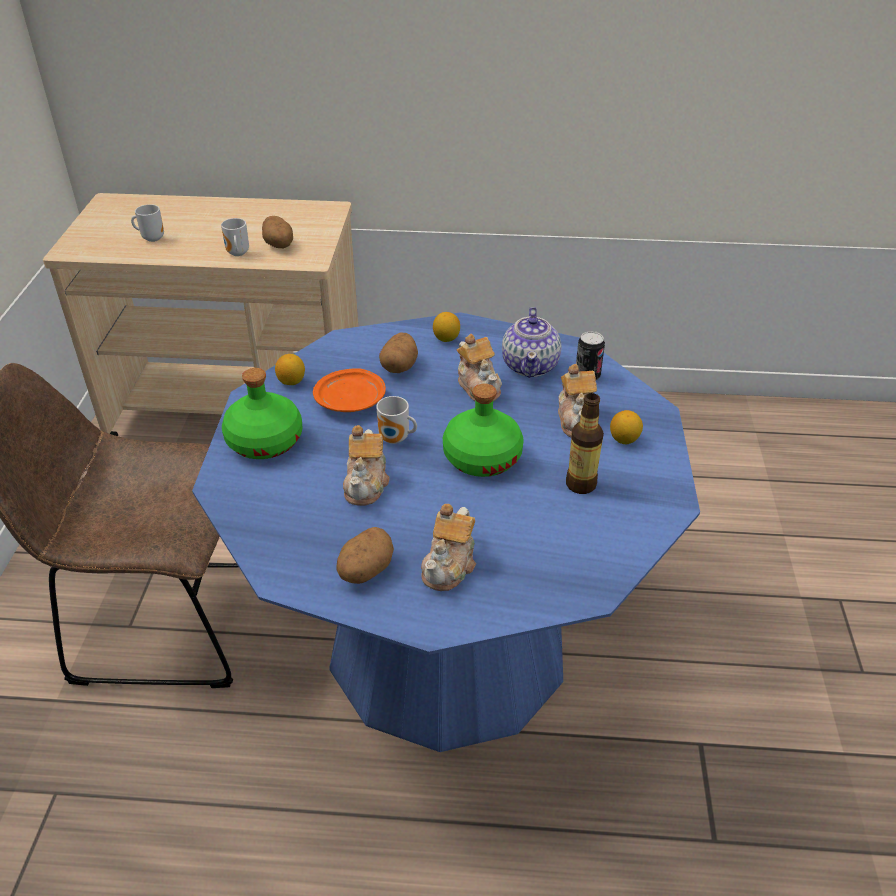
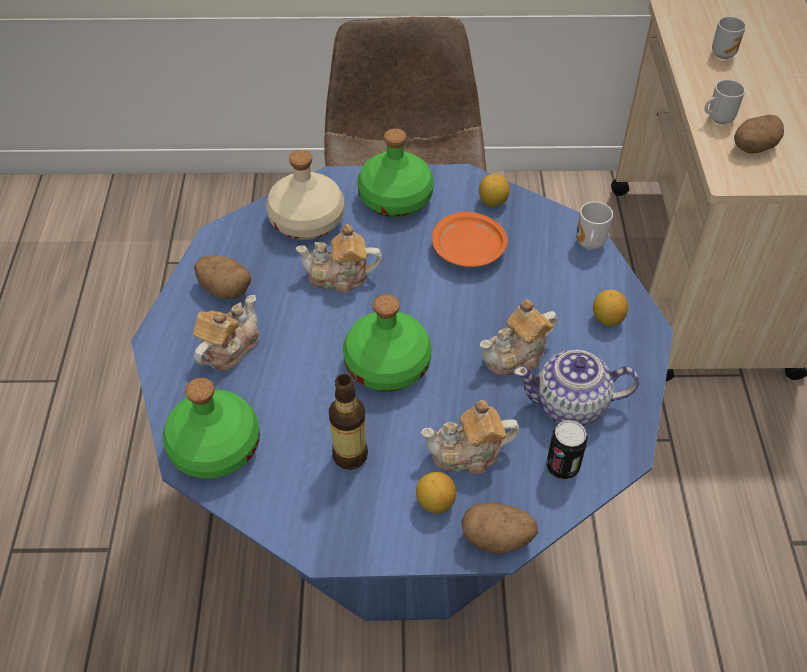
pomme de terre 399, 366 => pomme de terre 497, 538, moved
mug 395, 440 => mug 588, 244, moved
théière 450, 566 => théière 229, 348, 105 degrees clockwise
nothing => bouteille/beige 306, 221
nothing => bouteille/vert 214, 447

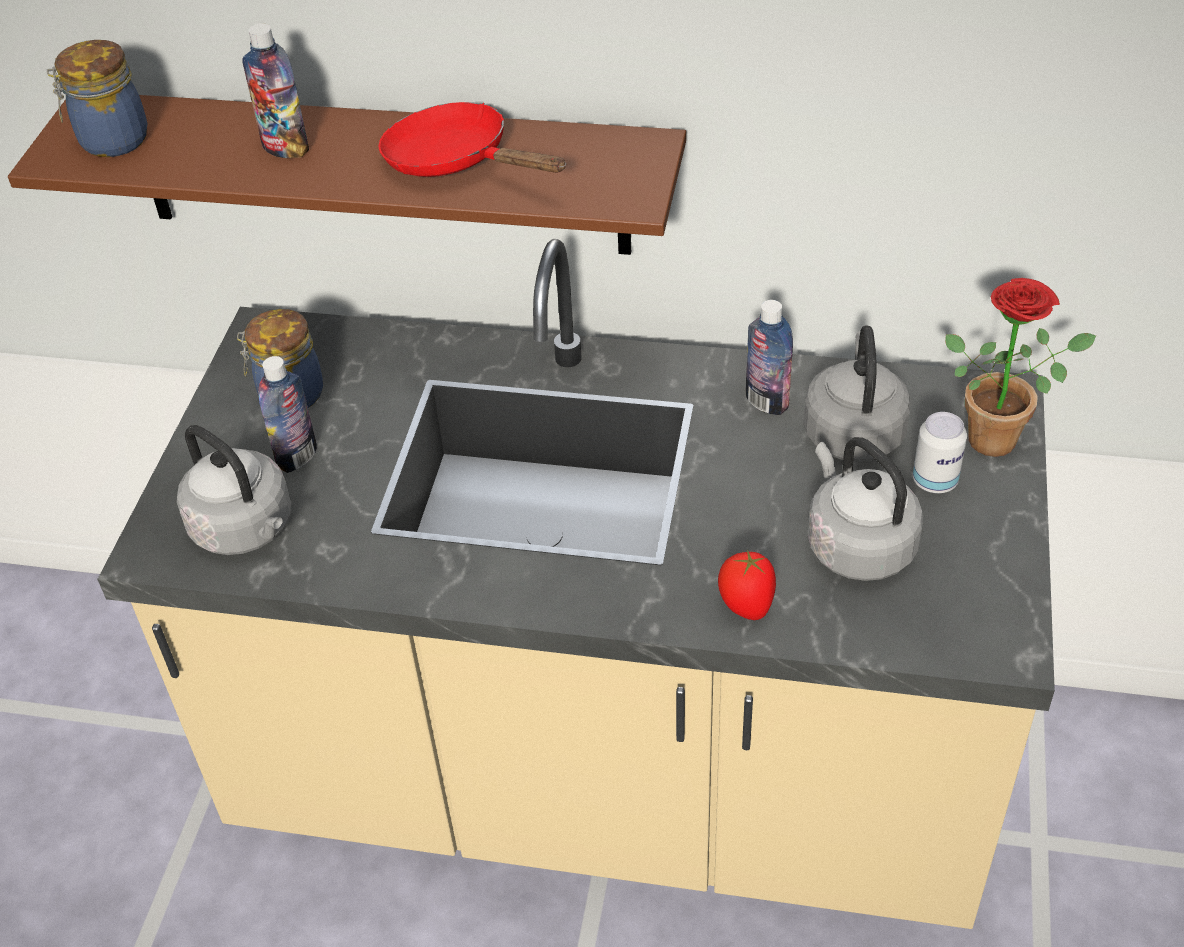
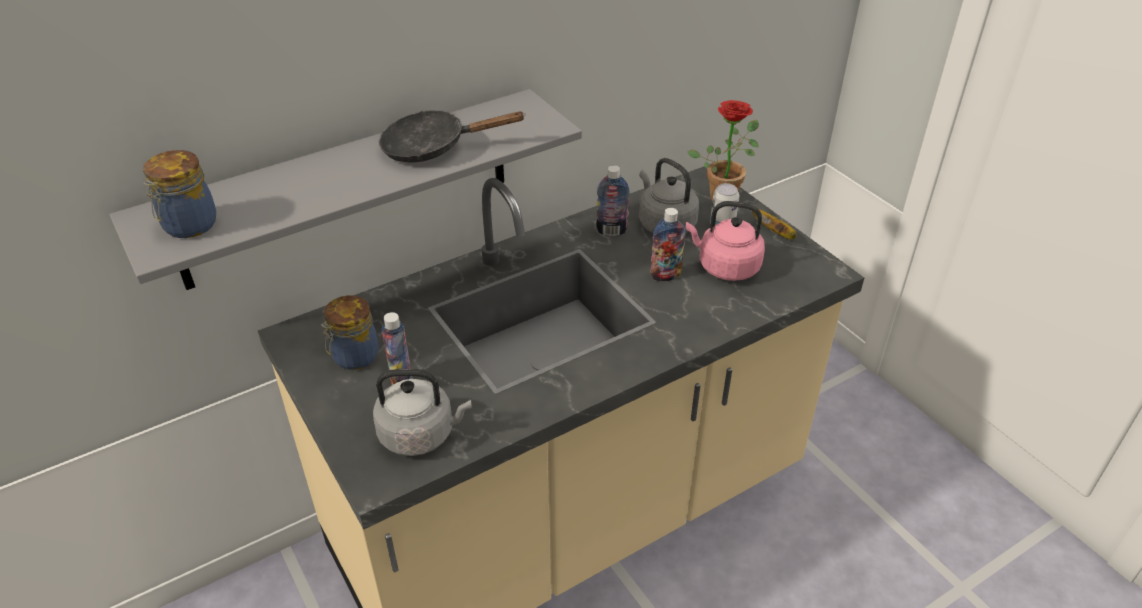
bouteille 285, 149 => bouteille 665, 275, moved
étagère/marron 380, 173 => étagère/gris 347, 189
poêle/rouge 457, 161 => poêle/noir 433, 147
bouilloire/gris 857, 545 => bouilloire/rose 725, 267
tomate 745, 606 => nothing
nothing => banane 775, 233

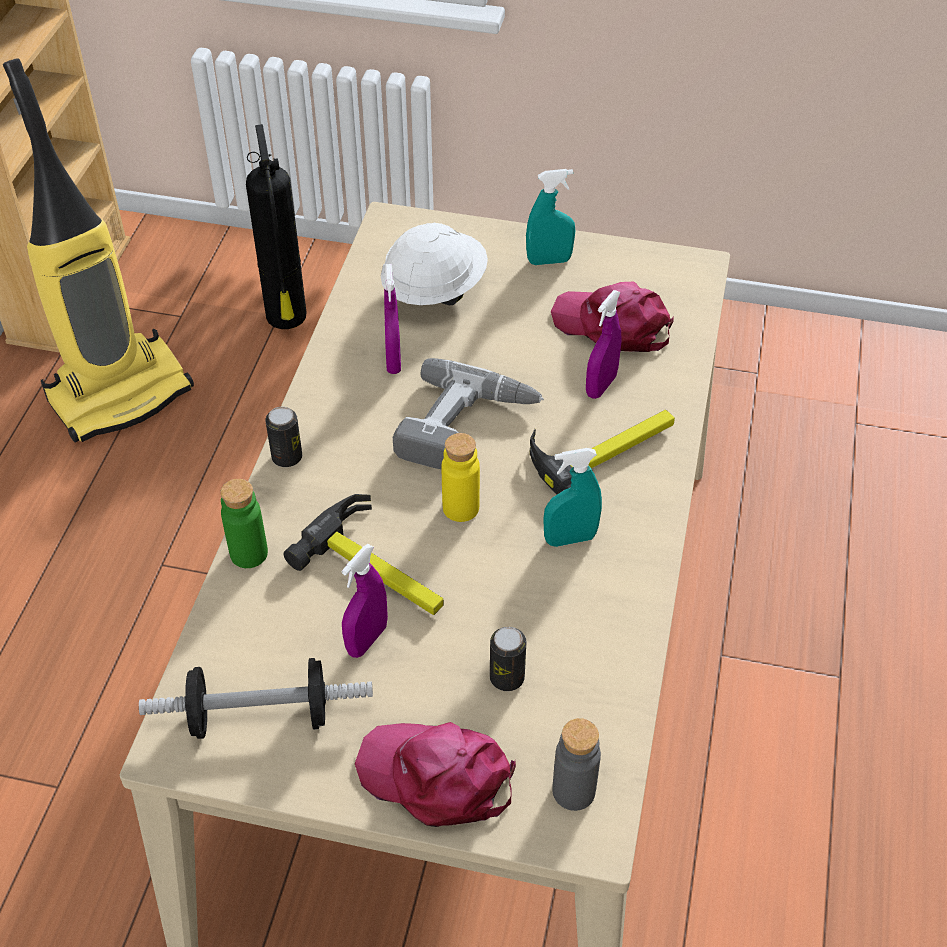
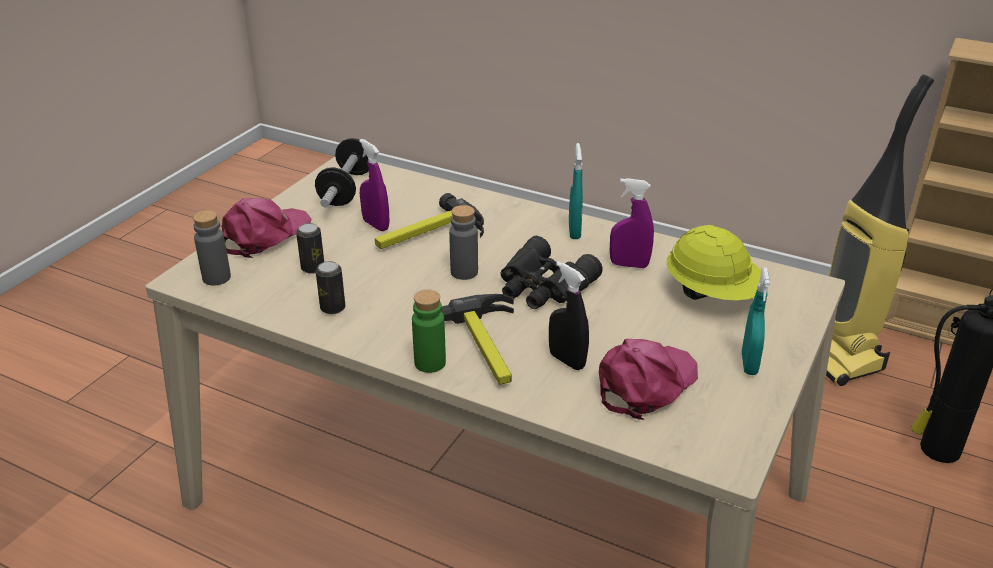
casque de chantier/blanc 434, 291 => casque de chantier/jaune 712, 294
vaporisateur/violet 601, 386 => vaporisateur/noir 567, 360
perceuse 466, 427 => jumelles/noir 543, 286
boîte métallique 287, 457 => boîte métallique 333, 308, moved
bouteille/jaune 461, 508 => bouteille/gris 464, 272
vaporisateur/turquoise 570, 539 => vaporisateur/turquoise 574, 231, moved
bouteille/vert 249, 553 => bouteille/vert 430, 363, moved

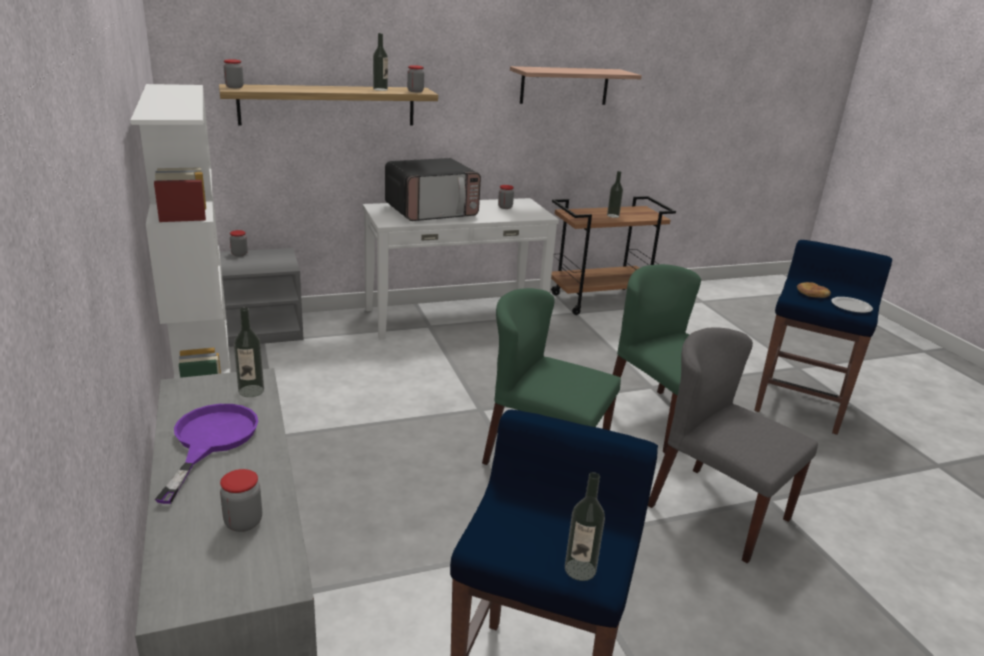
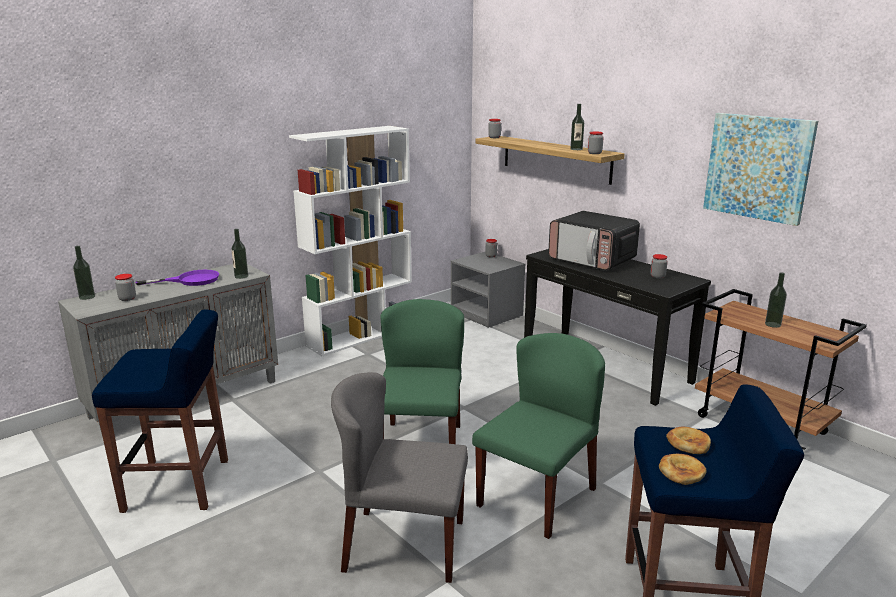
étagère 564, 86 => tableau 758, 167
table console/blanc 455, 316 => table console/noir 605, 365
assiette 850, 306 => pain 681, 471
chaise/gris 717, 512 => chaise/gris 403, 545, 105 degrees counterclockwise
bouteille 580, 569 => bouteille 87, 297, moved

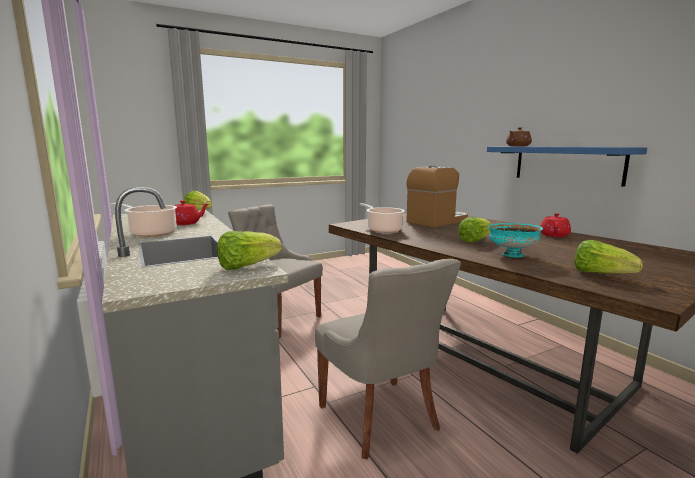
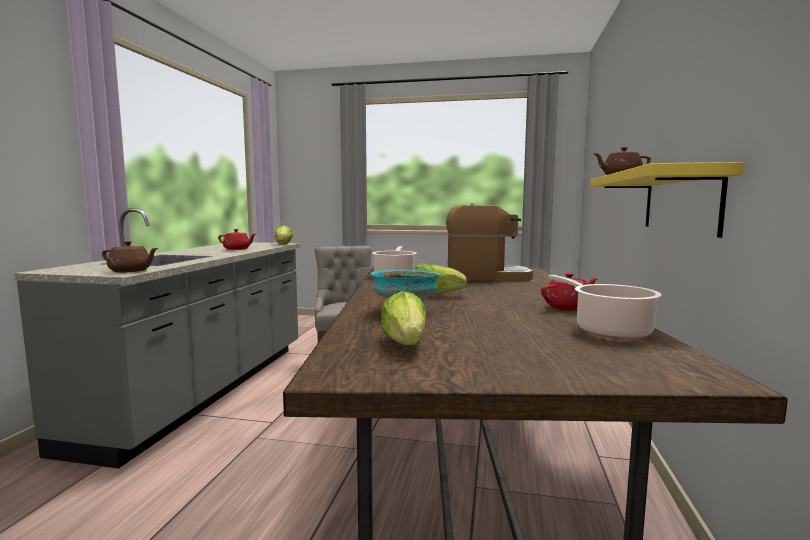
étagère/bleu 566, 164 => étagère/jaune 679, 202
marmite 151, 233 => marmite 608, 330, moved
laitue 247, 266 => théière/marron 131, 271
chaise/gris 381, 418 => nothing

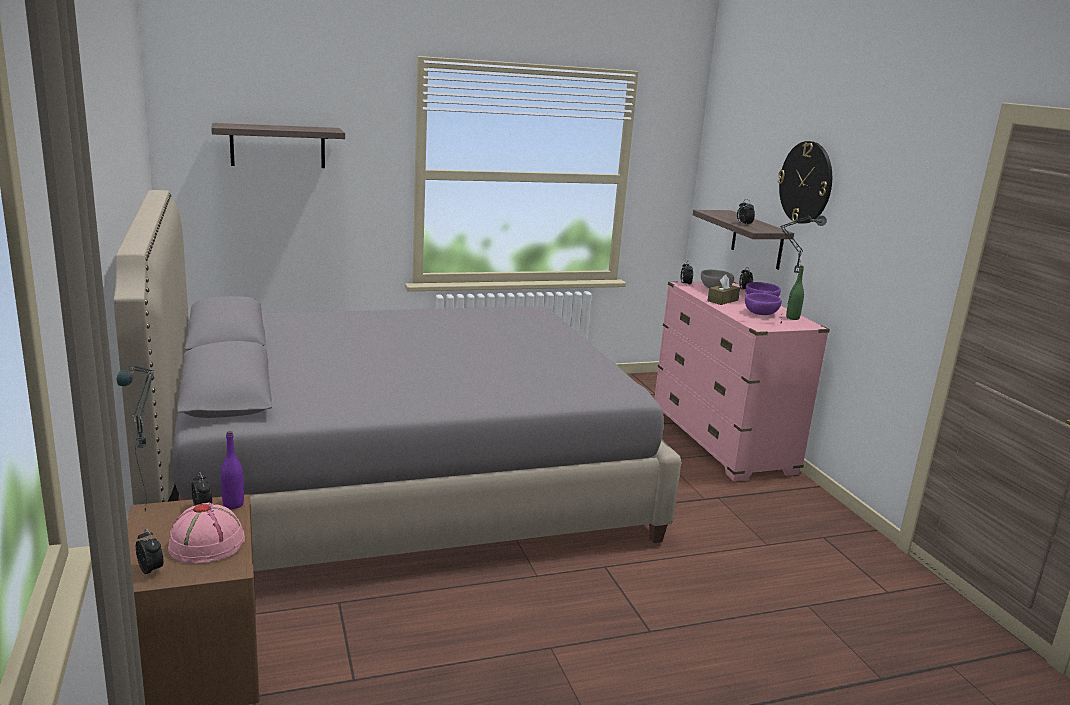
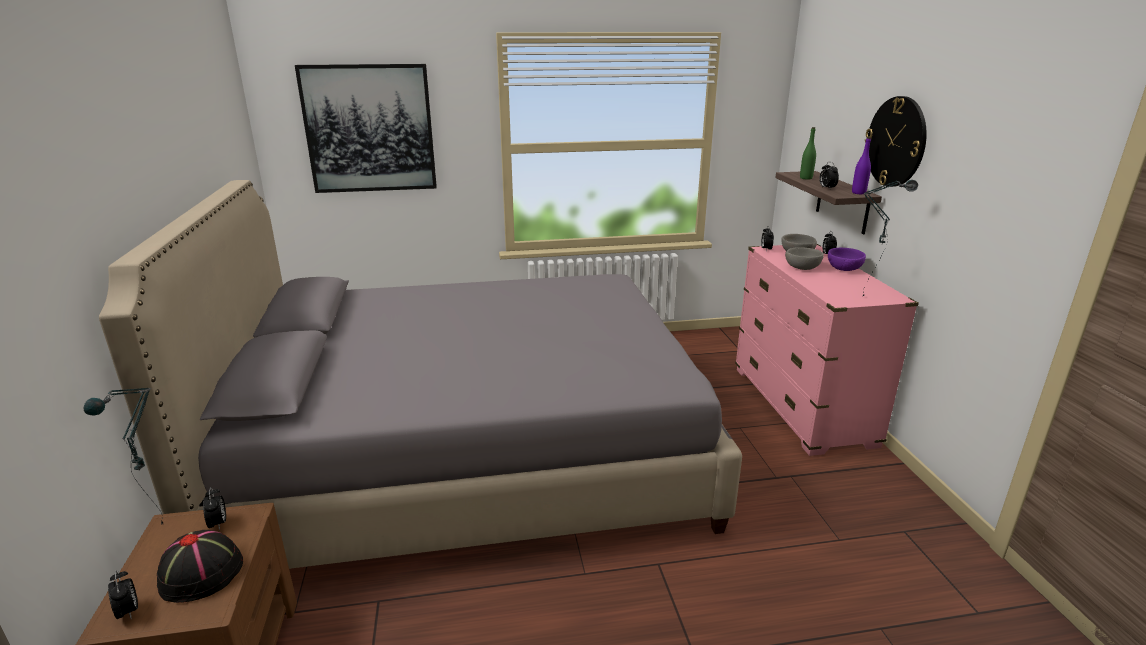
étagère 278, 146 => tableau 369, 129
bouteille/vert 792, 318 => bouteille/vert 806, 178, moved
boîte à mouchoirs/marron 723, 300 => bol/gris 802, 268
bol/violet 761, 314 => nothing
bouteille/violet 233, 504 => bouteille/violet 858, 193, moved
chapeau/rose 207, 544 => chapeau/noir 202, 573

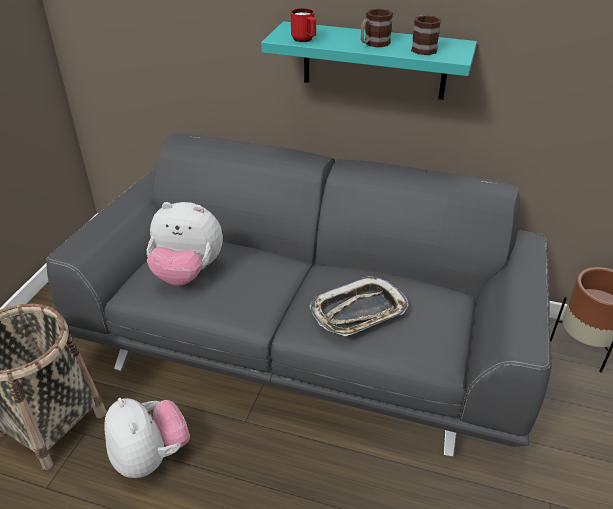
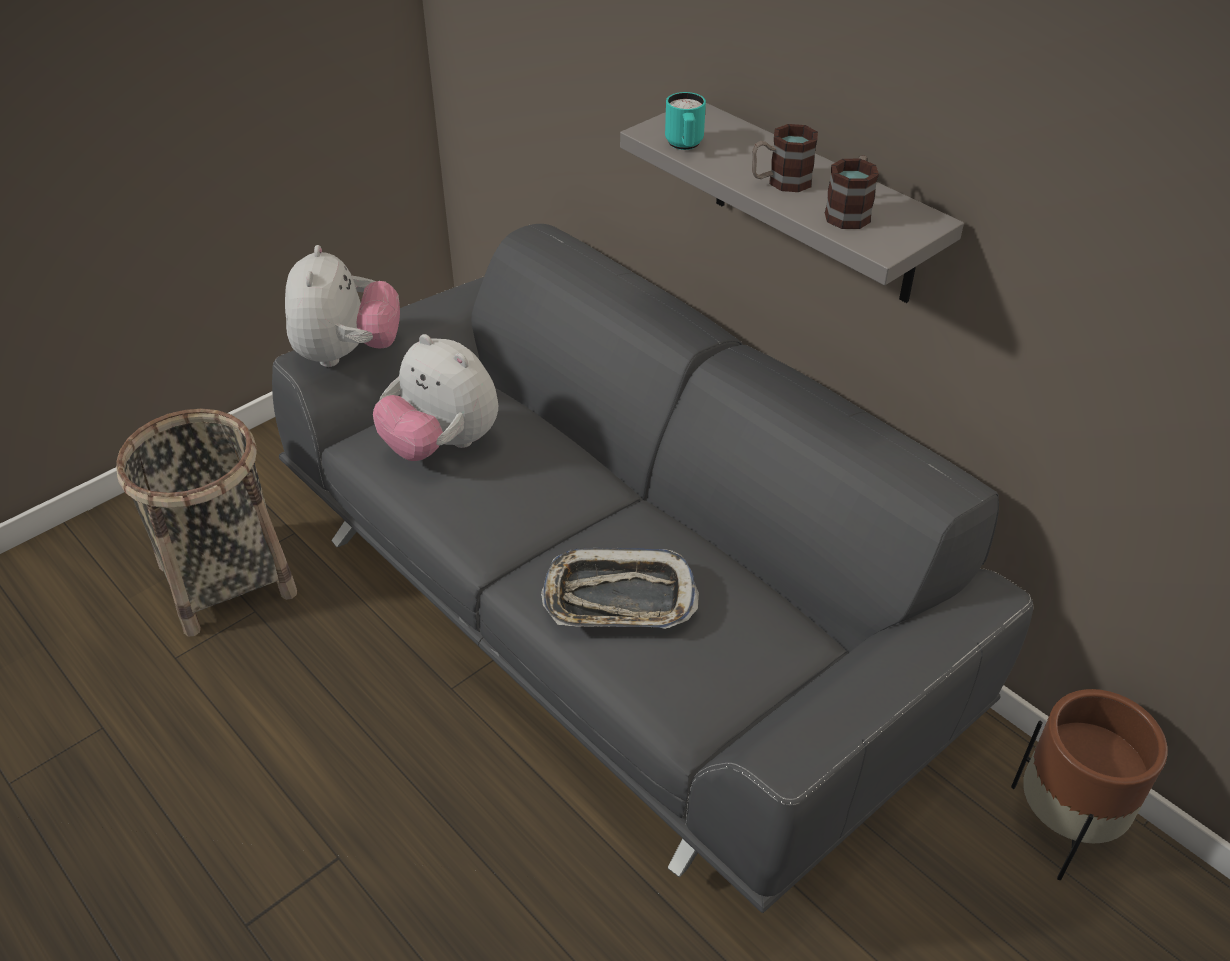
mug/rouge 305, 40 => mug/turquoise 684, 146
étagère/turquoise 374, 61 => étagère/gris 814, 203
peluche 150, 456 => peluche 347, 354, moved

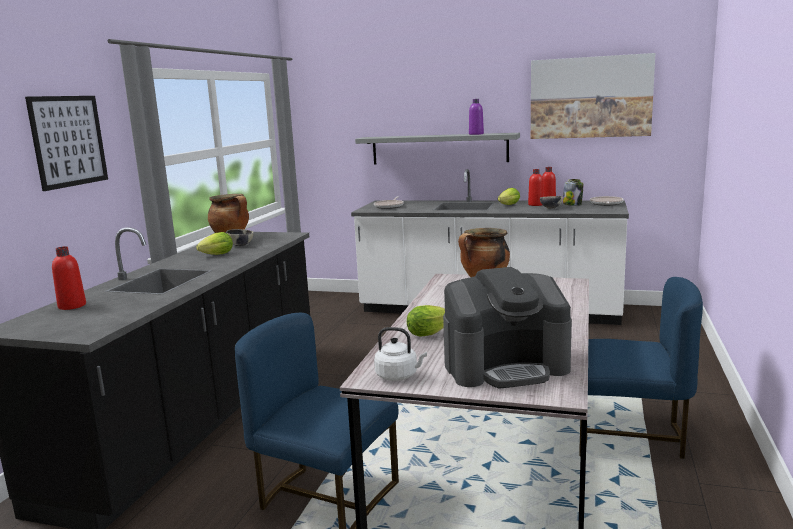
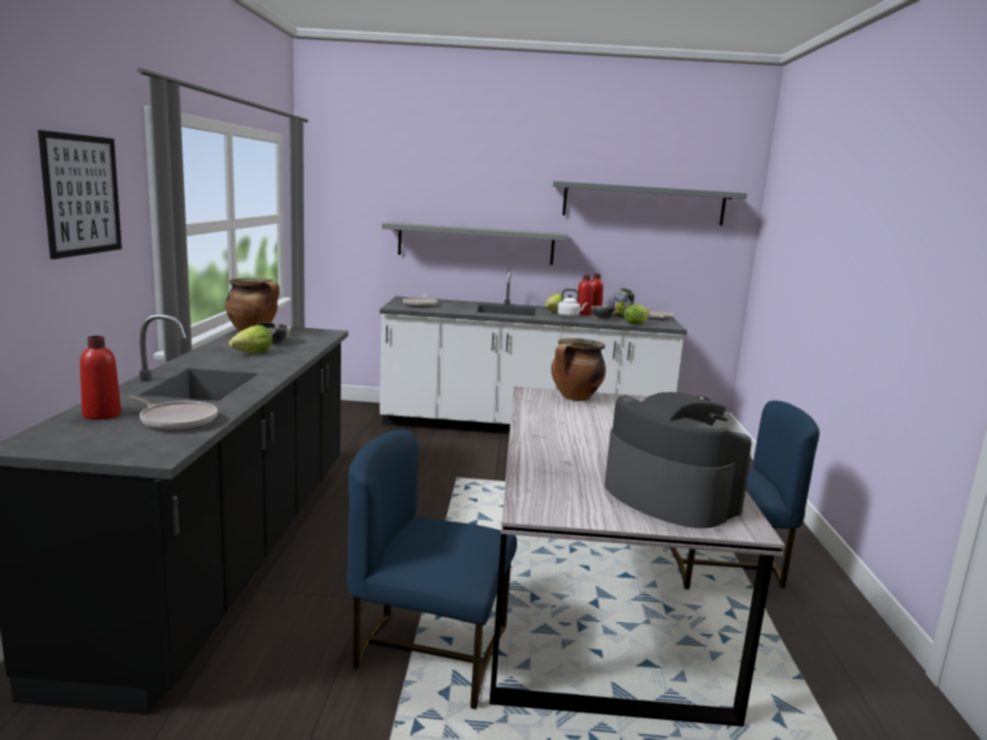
tableau 590, 97 => étagère/gris 643, 203
bouteille/violet 476, 134 => nothing
machine à café 506, 366 => machine à café 668, 496, 105 degrees counterclockwise
laitue 431, 333 => laitue 636, 323, moved
bouilloire/blanc 399, 376 => bouilloire/blanc 569, 316, moved
nothing => poêle 176, 421

